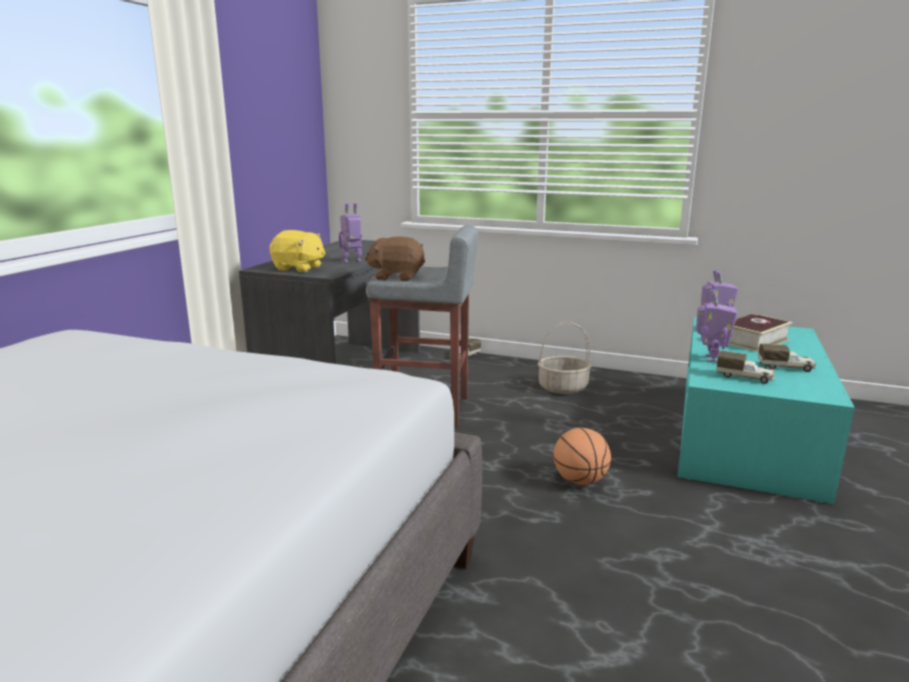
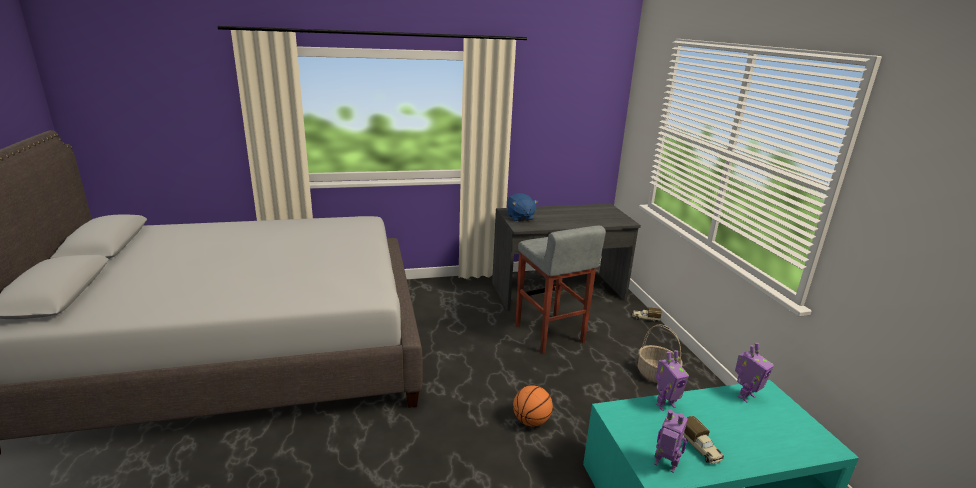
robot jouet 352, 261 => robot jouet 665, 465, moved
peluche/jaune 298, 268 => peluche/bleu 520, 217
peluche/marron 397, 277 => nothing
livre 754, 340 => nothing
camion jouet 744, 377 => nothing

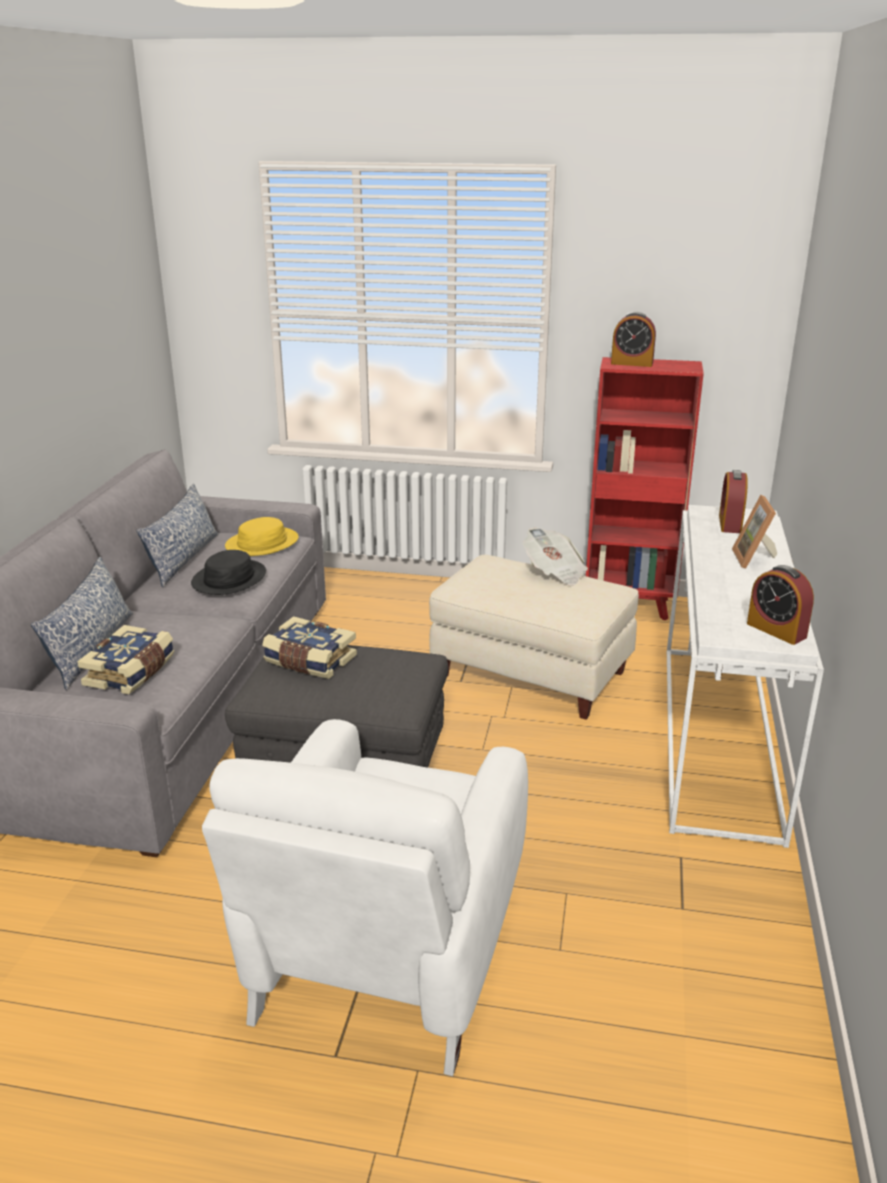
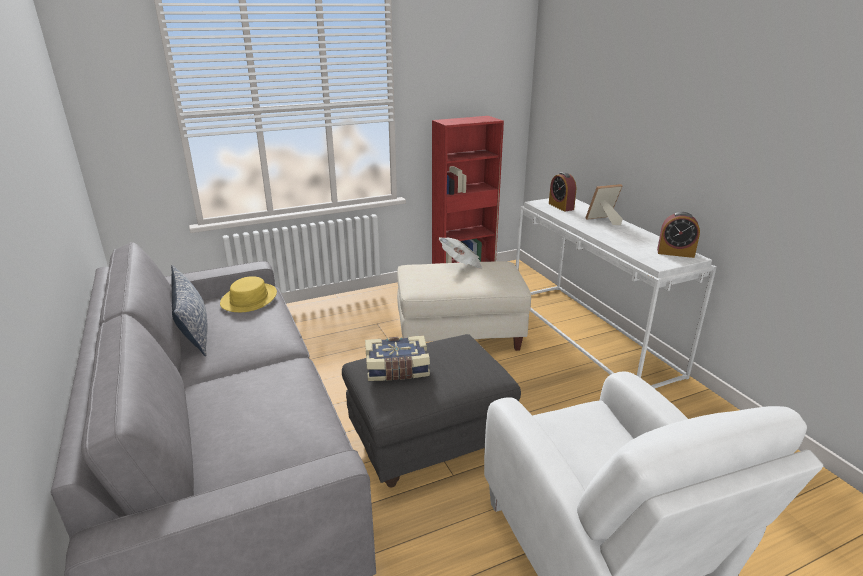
réveil 632, 363 => nothing
cadre photo 755, 559 => cadre photo 603, 221, 105 degrees clockwise
chapeau/noir 229, 579 => nothing
coussin 91, 649 => nothing
livre 131, 672 => nothing

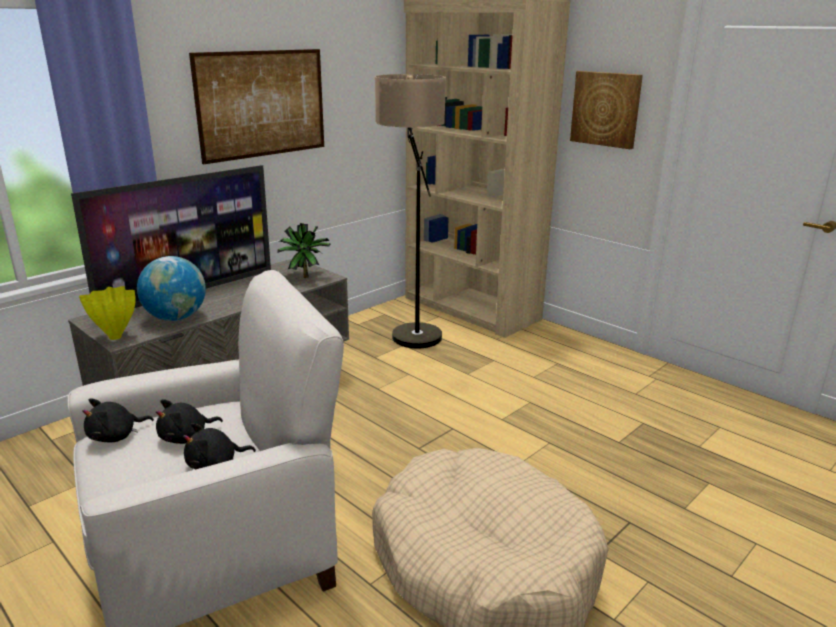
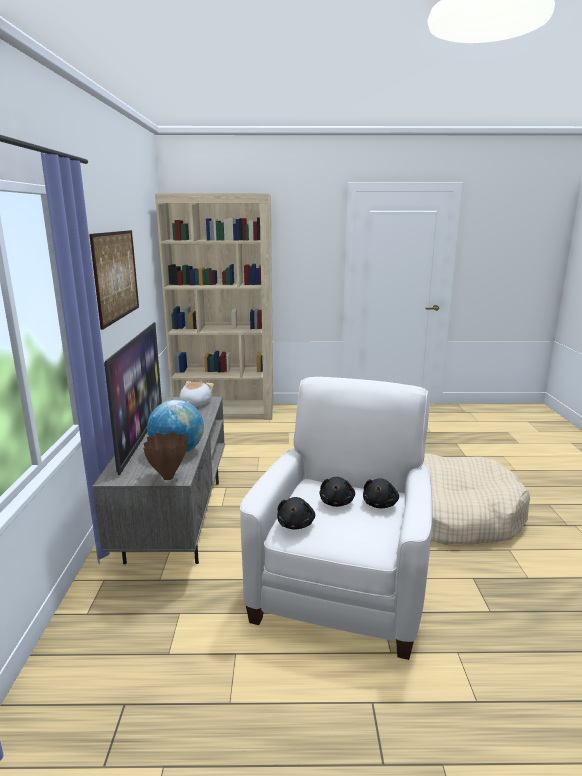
tableau 606, 109 => nothing
lampadaire 412, 346 => nothing
plante en pot 304, 276 => peluche 194, 404
vase/jaune 116, 337 => vase/marron 169, 477

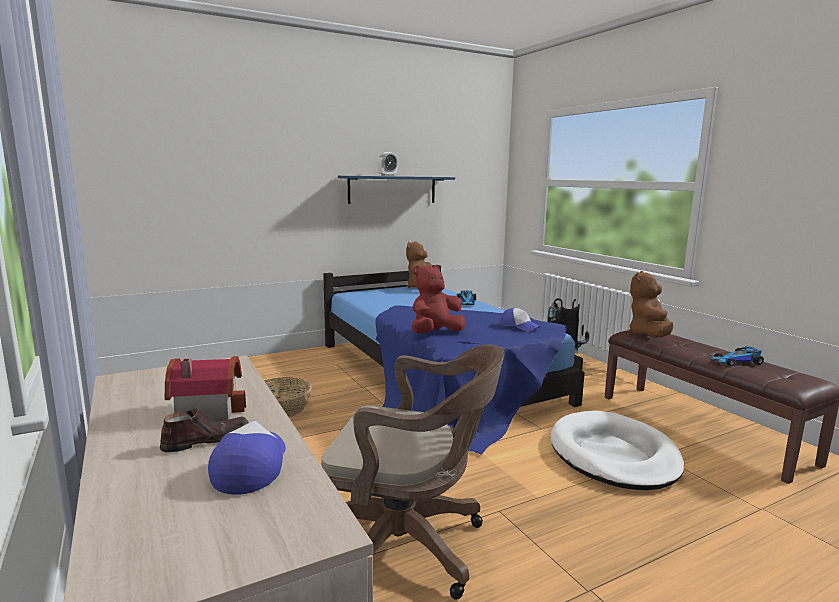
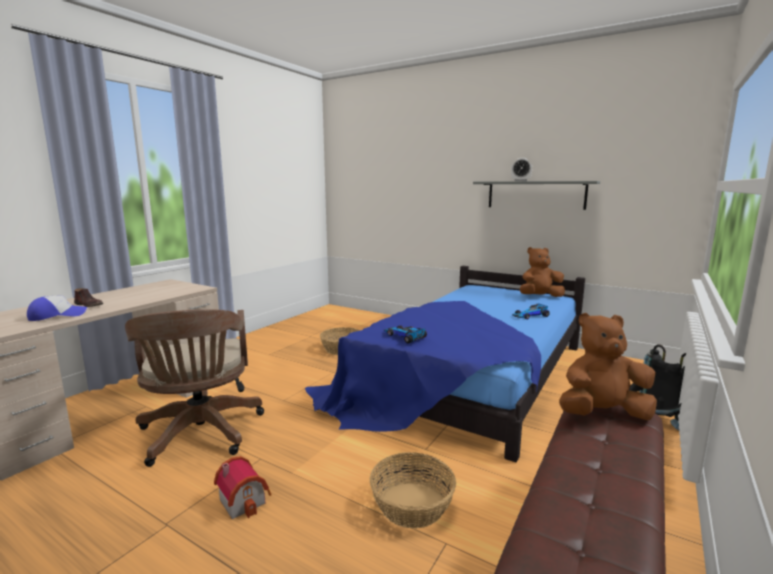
étagère/bleu 392, 189 => étagère/gris 535, 195
peluche/rouge 435, 334 => nothing
casquette 519, 326 => nothing
petite voiture 735, 361 => petite voiture 404, 337, moved
maison miniature 206, 409 => maison miniature 245, 499, moved
panier pour chien/blanc 613, 455 => panier 411, 505

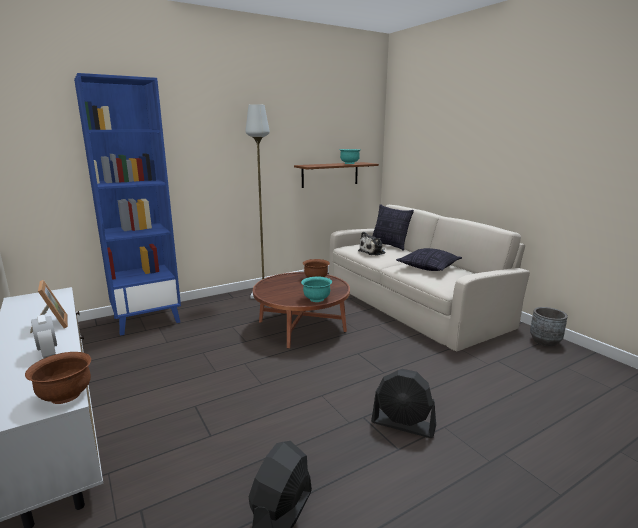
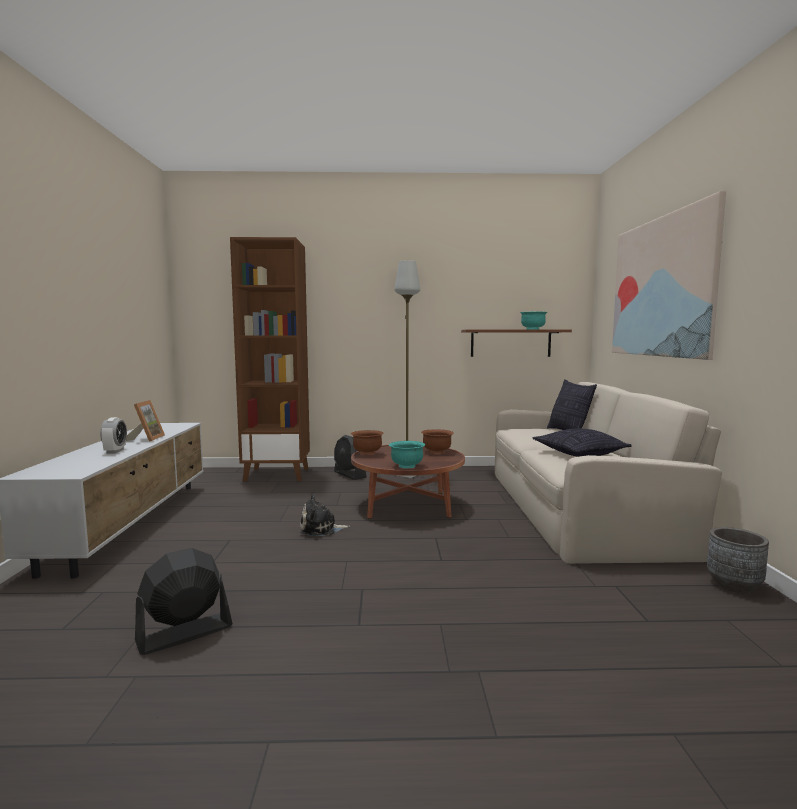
bibliothèque/bleu 147, 319 => bibliothèque/marron 277, 474
peluche 373, 252 => peluche 321, 529, moved
bol/marron 65, 396 => bol/marron 367, 453, moved
ventilateur/noir 403, 424 => ventilateur/noir 349, 474, moved
nothing => tableau 661, 287

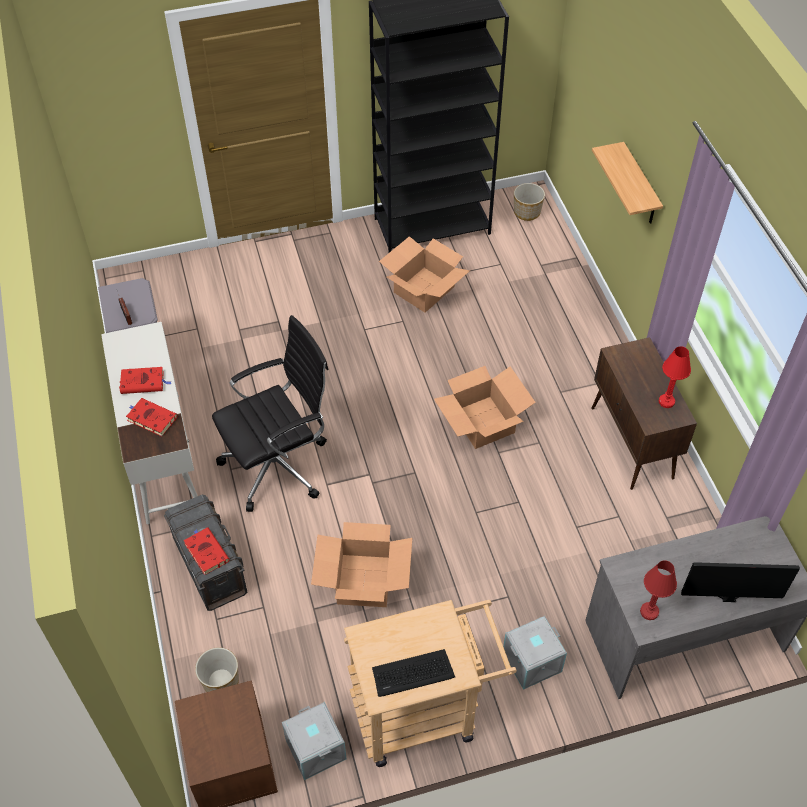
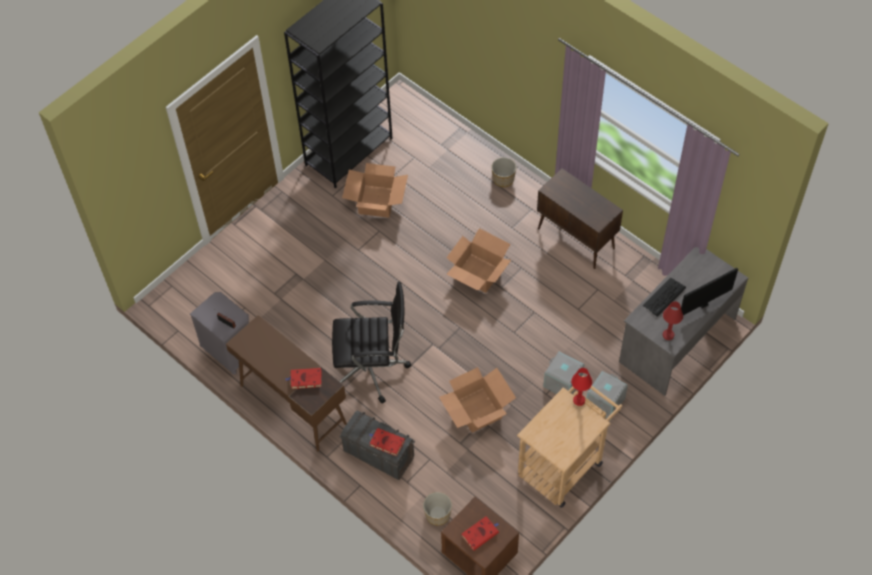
étagère 640, 186 => nothing
cache-pot 527, 212 => cache-pot 503, 179, moved
chaise de bureau/noir 279, 465 => chaise de bureau/noir 372, 368, 60 degrees clockwise
bureau/blanc 163, 456 => bureau/marron 292, 404
lampe de table/rouge 666, 401 => lampe de table/rouge 579, 400, moved
livre/rouge 144, 382 => livre/rouge 480, 533, moved
clavier 412, 673 => clavier 664, 297, moved
boîte de rangement/gris 314, 749 => boîte de rangement/gris 562, 382, moved

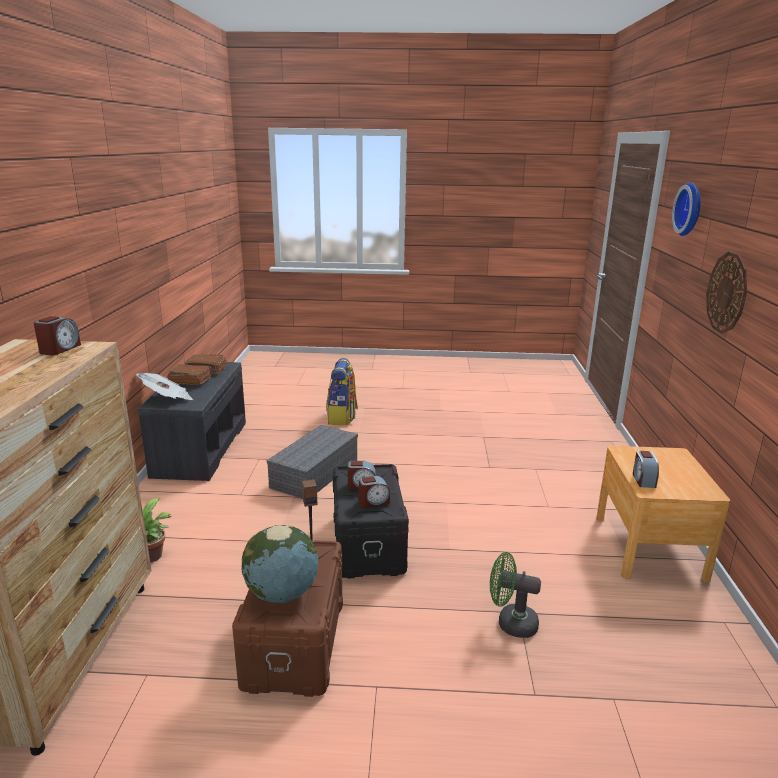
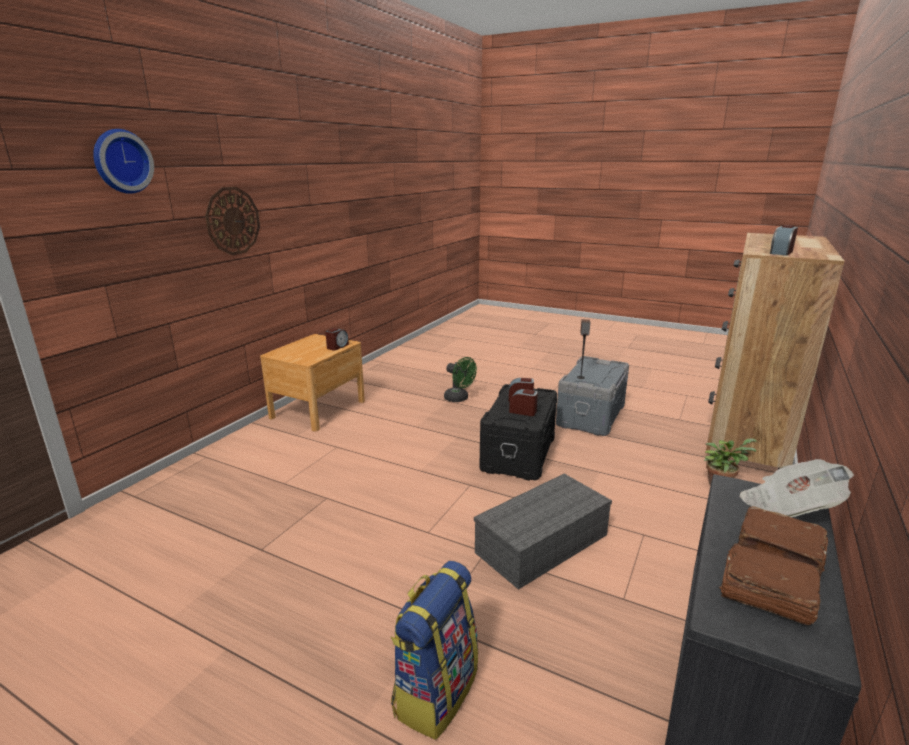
globe 281, 594 => nothing
boîte de rangement/marron 293, 642 => boîte de rangement/gris 592, 415

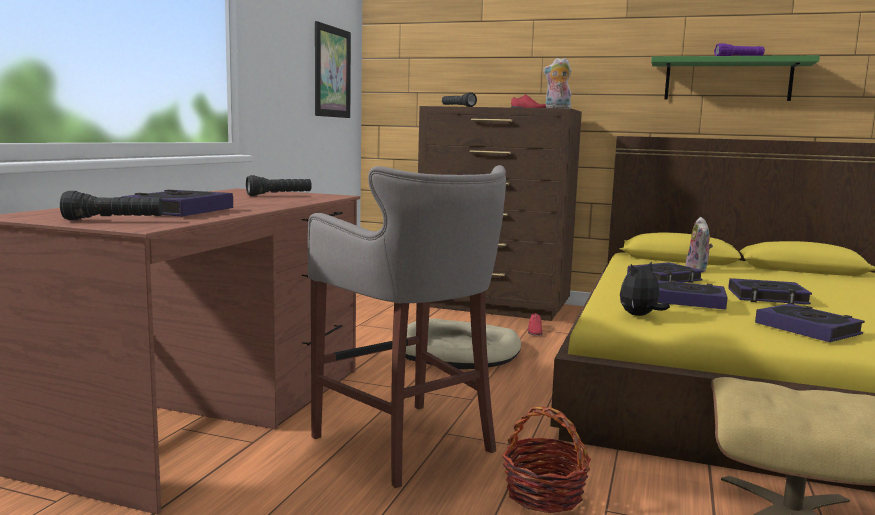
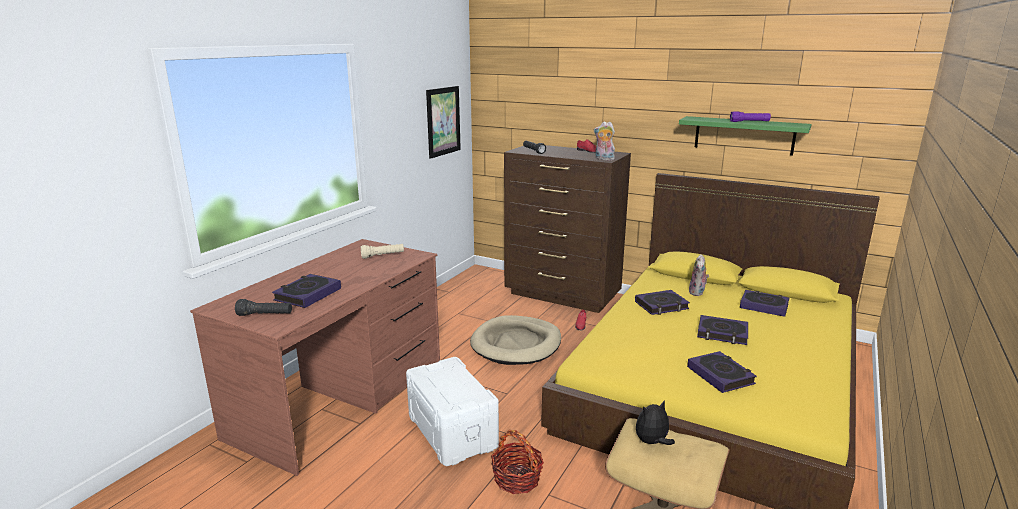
tabouret/gris 408, 444 => boîte de rangement/blanc 451, 431
lampe de poche/noir 279, 195 => lampe de poche/beige 383, 256
peluche 640, 316 => peluche 652, 442, moved
livre 687, 300 => livre 764, 306, moved

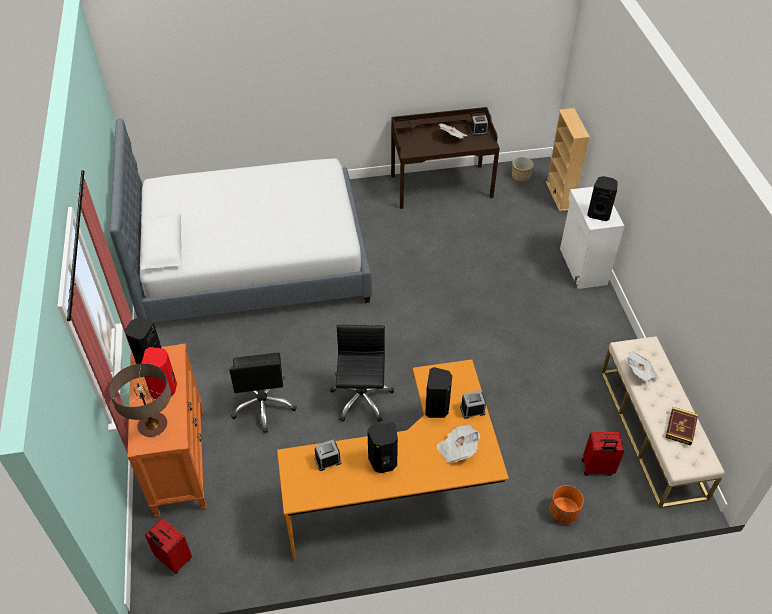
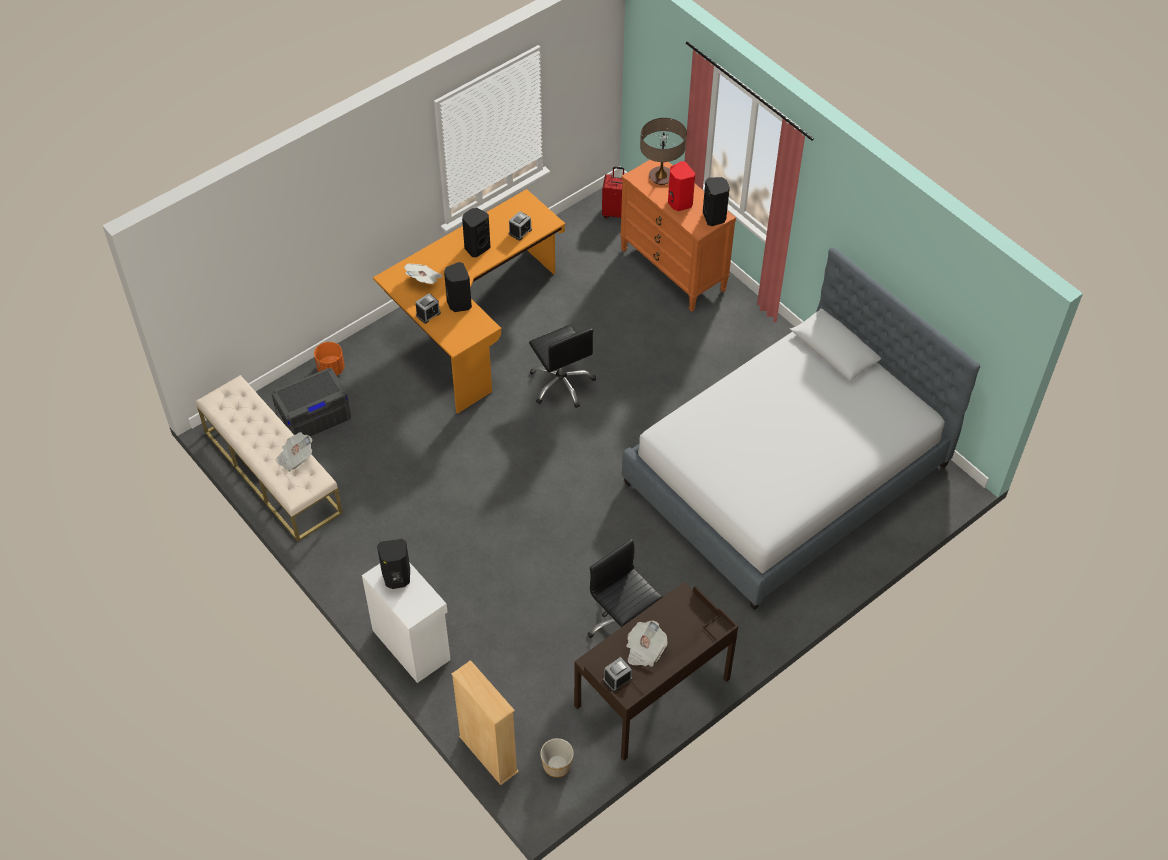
chaise de bureau/noir 264, 405 => chaise de bureau/noir 623, 624, moved
livre 681, 427 => nothing
valise/rouge 597, 468 => boîte de rangement/gris 314, 417

